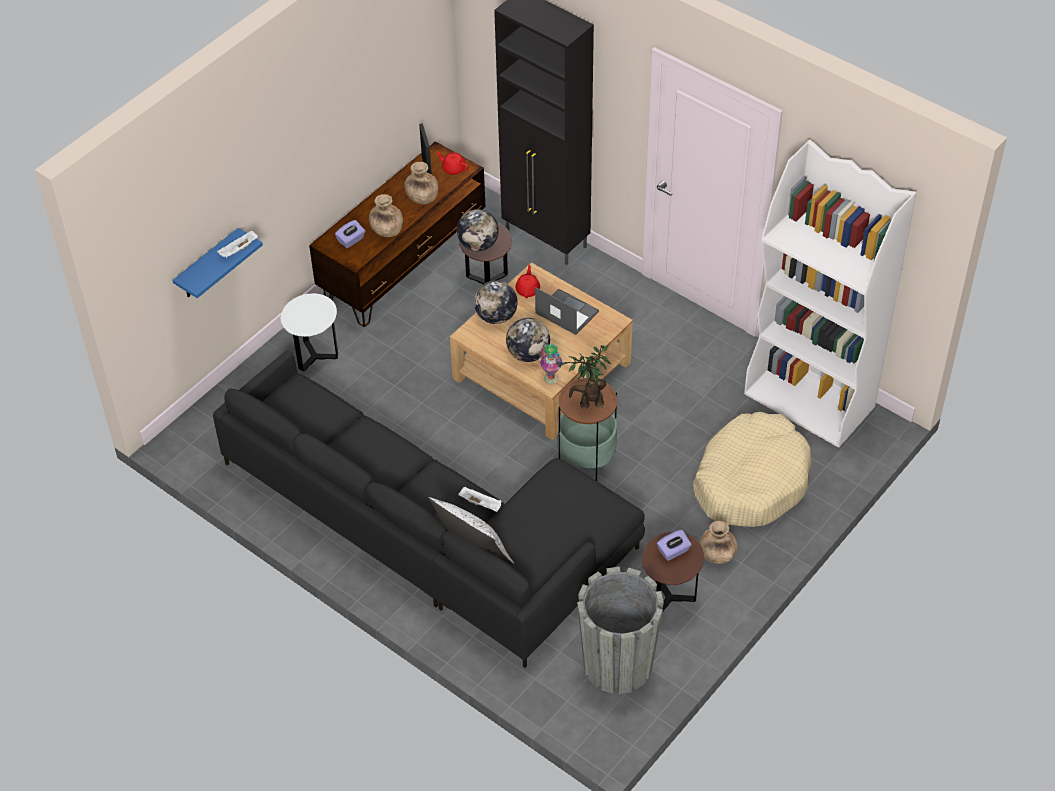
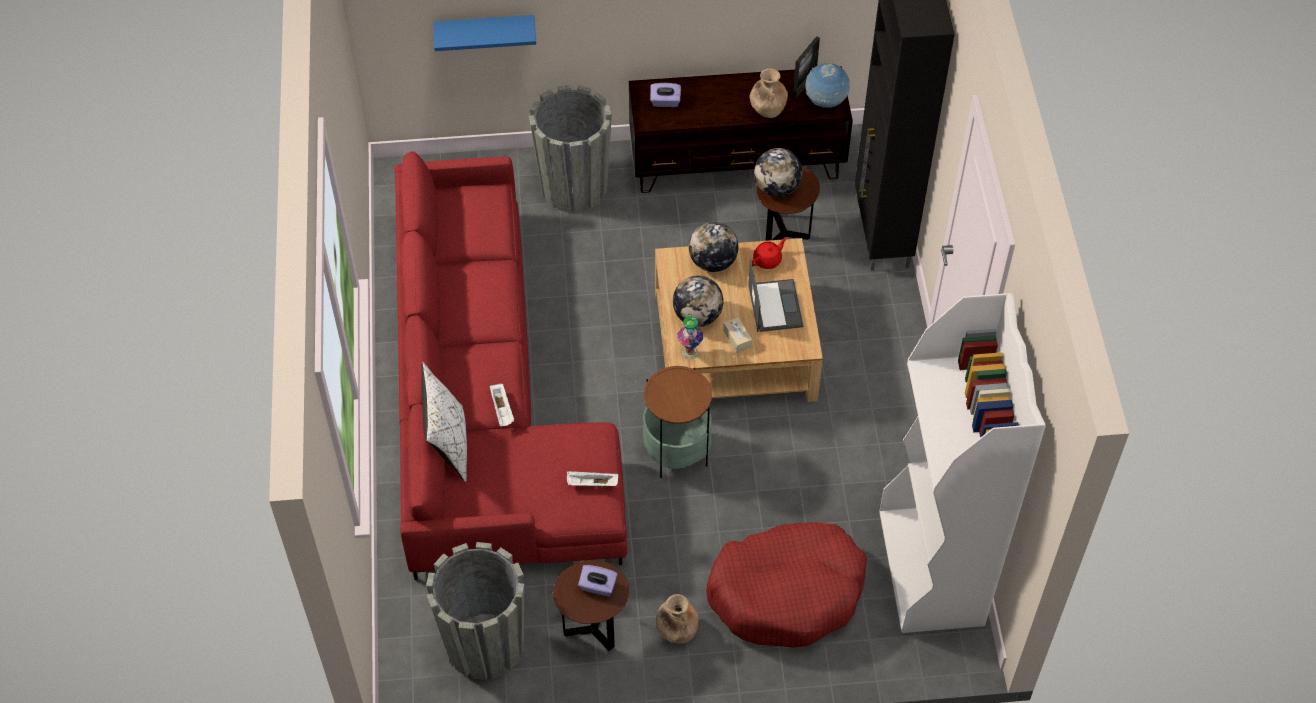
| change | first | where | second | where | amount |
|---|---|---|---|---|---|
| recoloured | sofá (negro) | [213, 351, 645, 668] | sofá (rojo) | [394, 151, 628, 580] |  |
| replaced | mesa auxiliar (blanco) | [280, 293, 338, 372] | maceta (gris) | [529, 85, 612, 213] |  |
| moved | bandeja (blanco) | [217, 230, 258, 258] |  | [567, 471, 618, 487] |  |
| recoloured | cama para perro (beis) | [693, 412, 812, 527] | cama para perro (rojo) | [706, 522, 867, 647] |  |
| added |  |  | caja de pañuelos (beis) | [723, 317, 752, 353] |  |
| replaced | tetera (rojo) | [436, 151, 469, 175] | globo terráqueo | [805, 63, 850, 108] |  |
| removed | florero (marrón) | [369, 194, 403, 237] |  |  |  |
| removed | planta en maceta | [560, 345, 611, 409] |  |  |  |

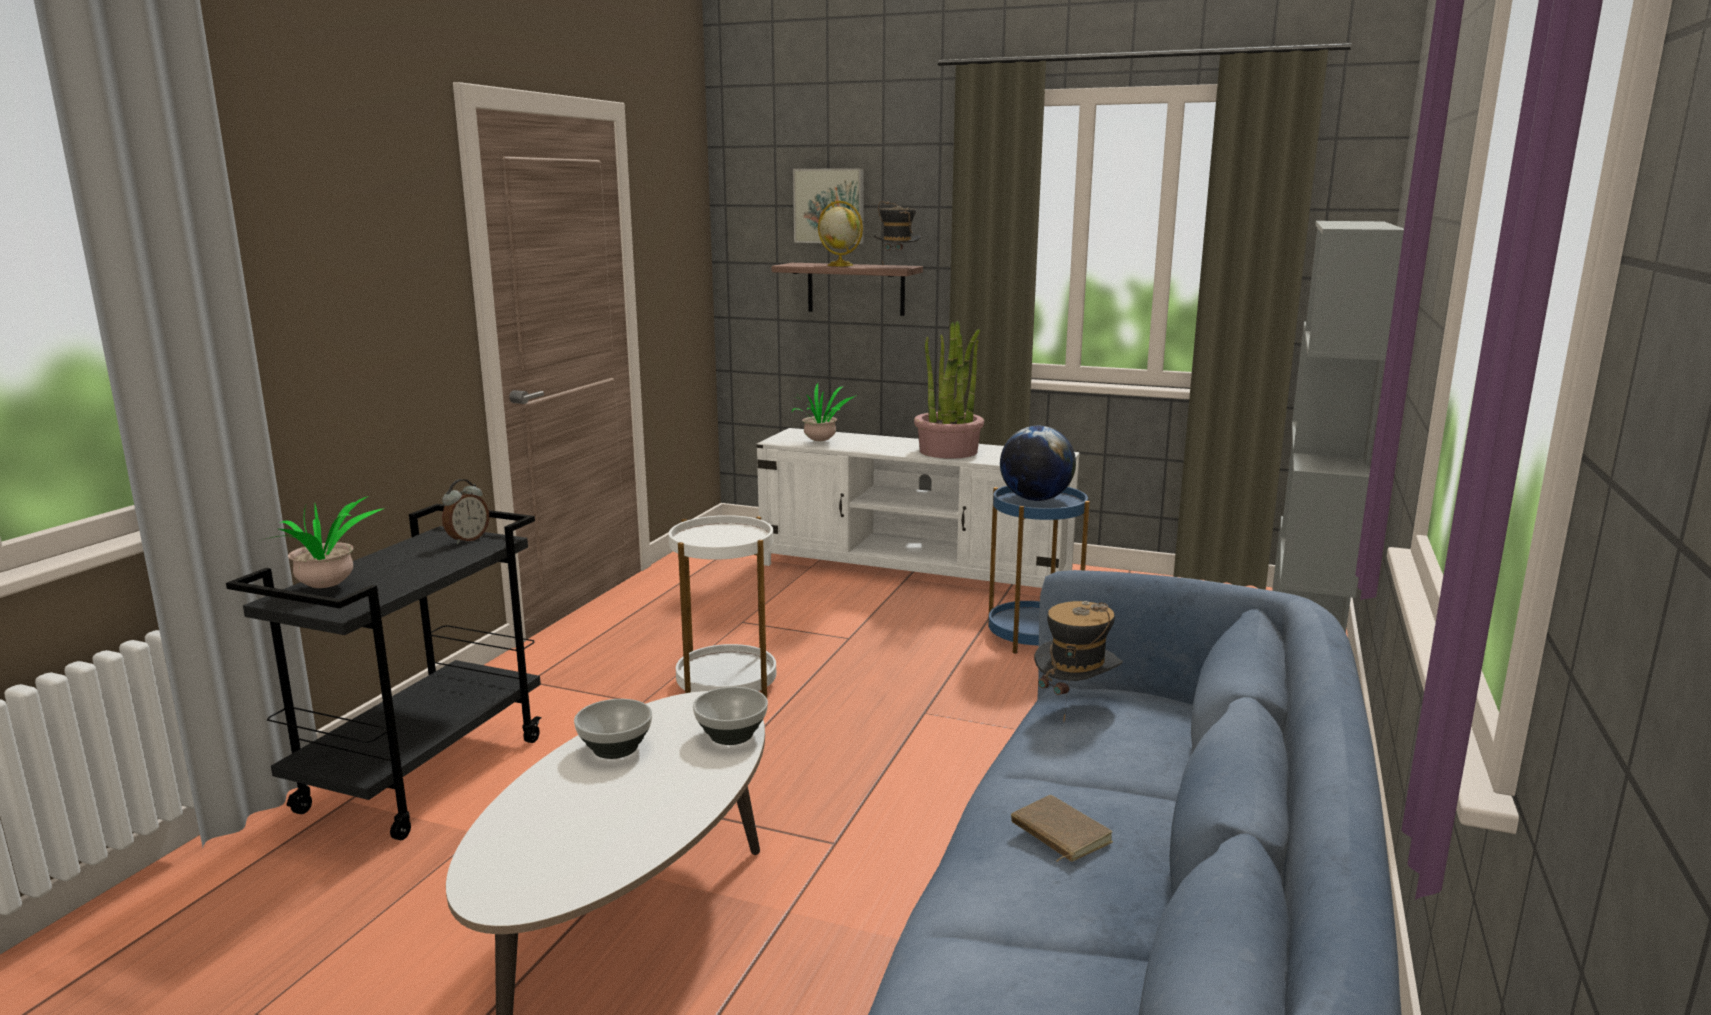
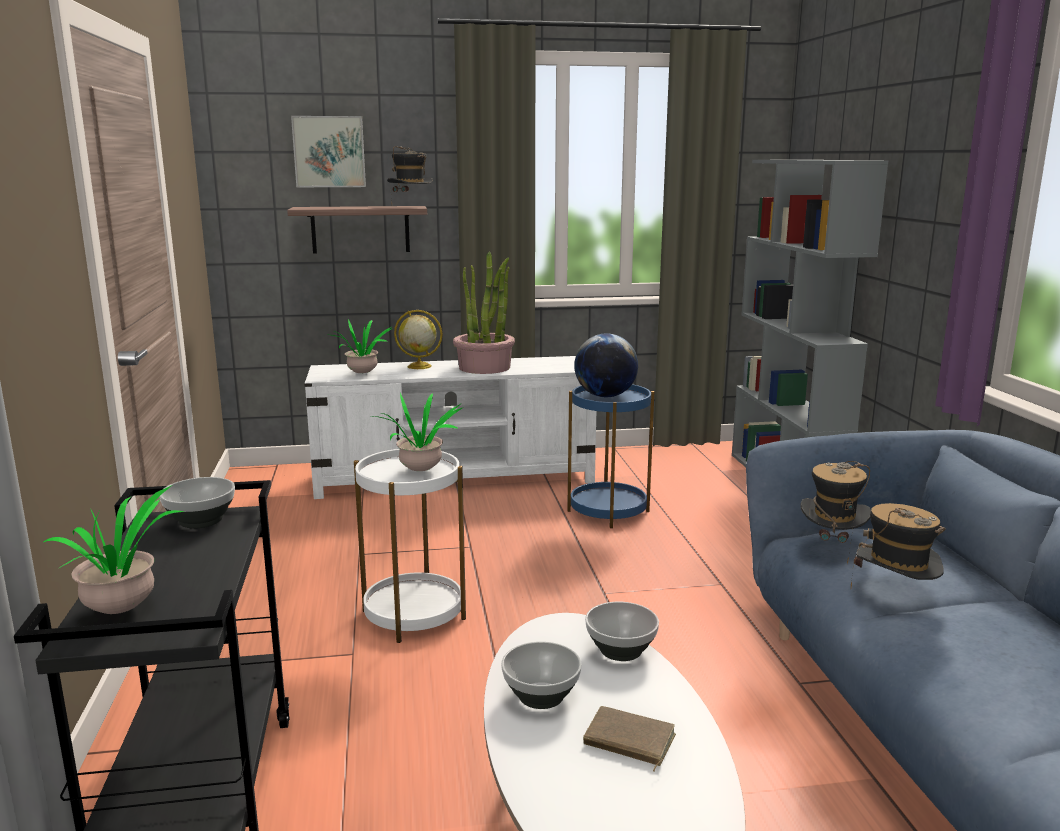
| change | first | where | second | where | amount |
|---|---|---|---|---|---|
| replaced | despertador | [442, 479, 489, 544] | cuenco | [160, 477, 235, 529] |  |
| added |  |  | planta en maceta | [374, 393, 464, 471] |  |
| moved | globo terráqueo | [818, 201, 863, 266] |  | [394, 310, 442, 369] |  |
| moved | libro (marrón) | [1011, 795, 1113, 862] |  | [583, 706, 676, 771] |  |
| added |  |  | sombrero | [851, 503, 946, 588] |  |

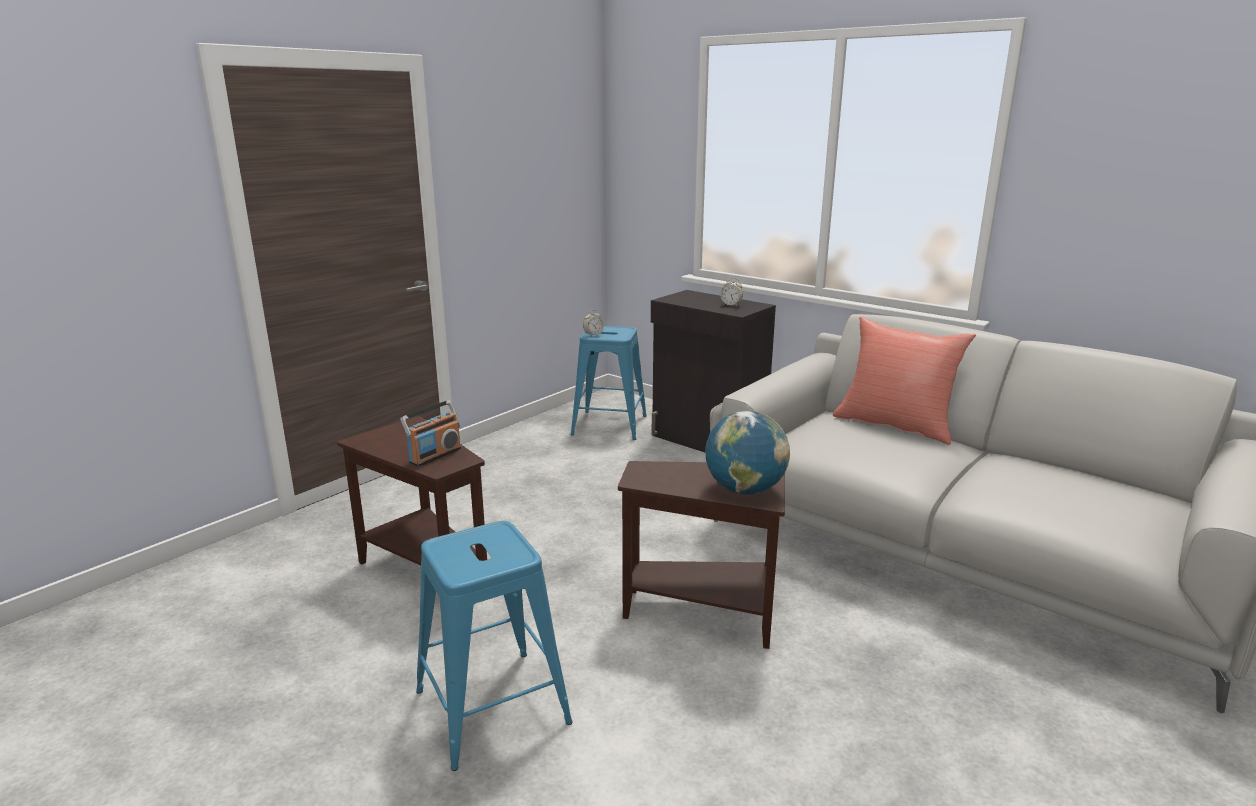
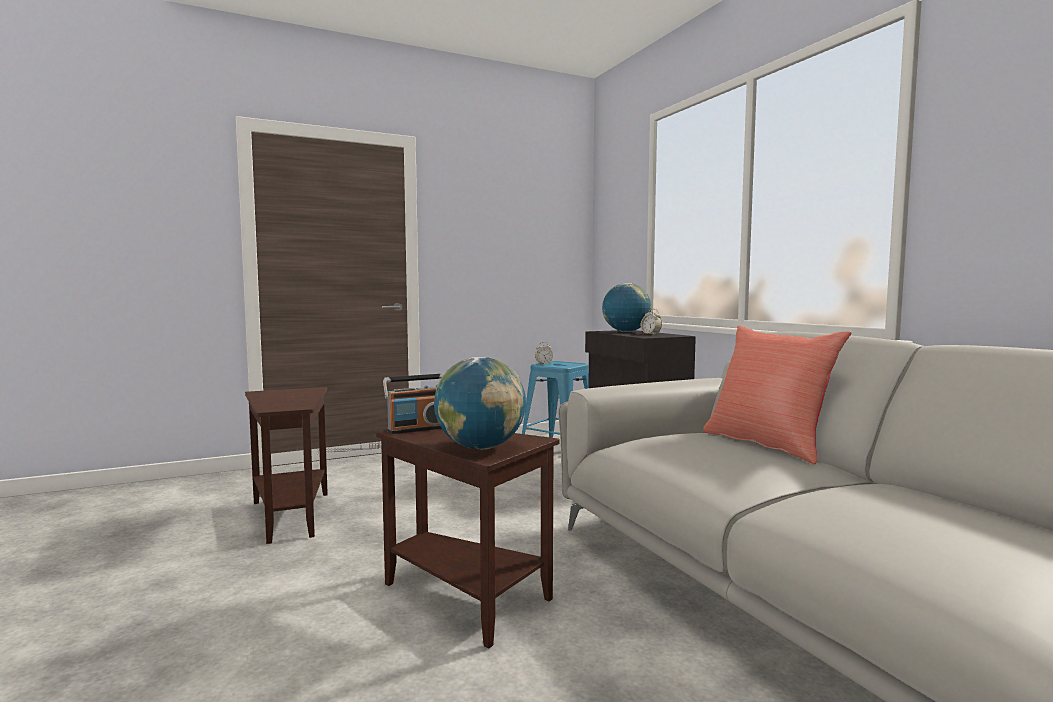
| change | first | where | second | where | amount |
|---|---|---|---|---|---|
| moved | radio | [400, 400, 461, 467] |  | [383, 374, 444, 434] |  |
| added |  |  | globo terráqueo | [602, 283, 651, 332] |  |
| removed | taburete (azul) | [416, 521, 572, 771] |  |  |  |

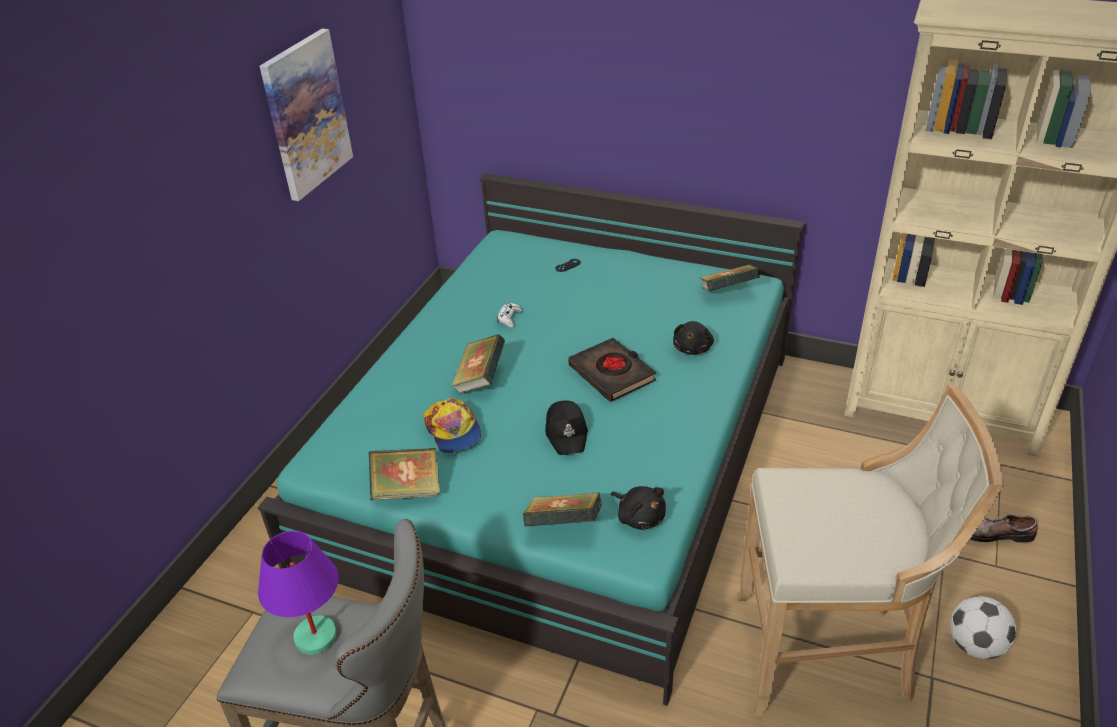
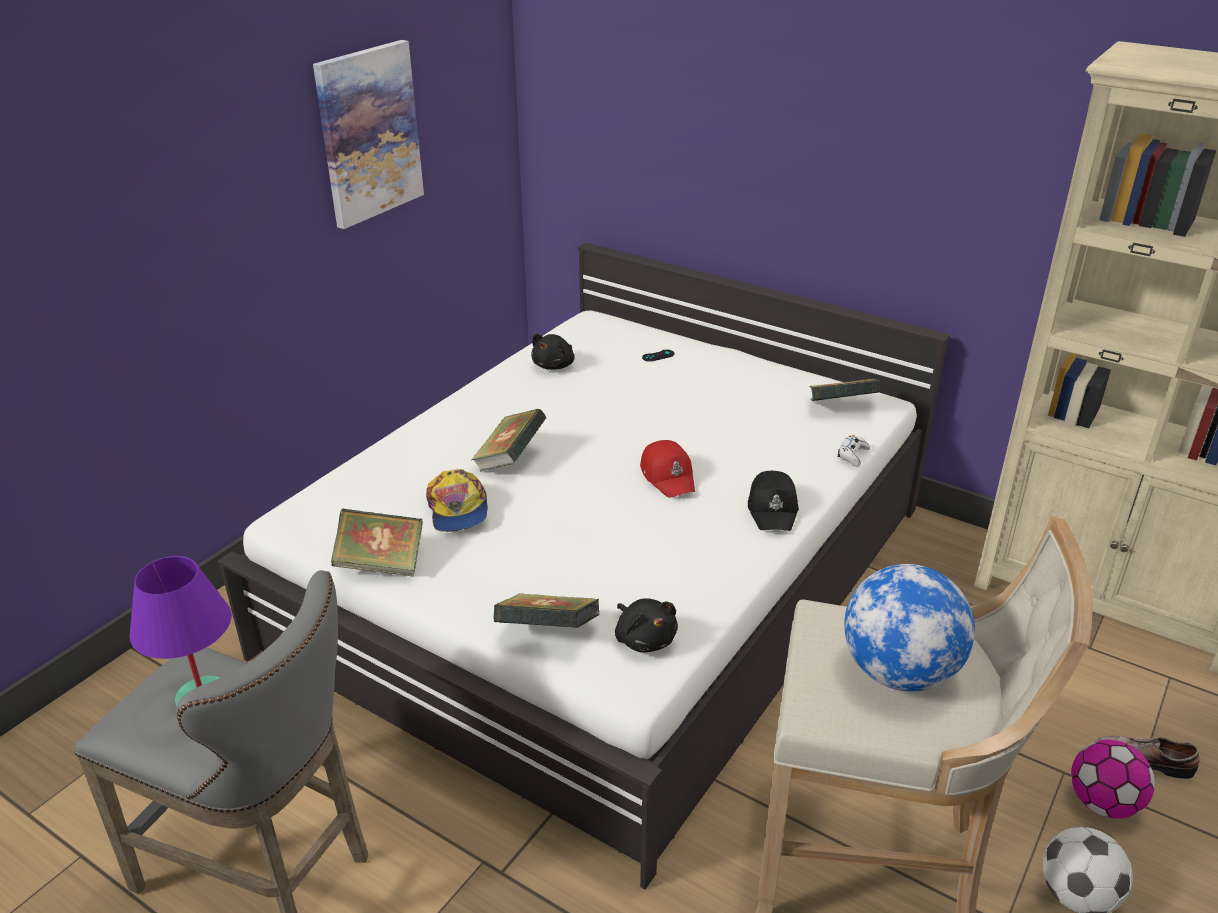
| change | first | where | second | where | amount |
|---|---|---|---|---|---|
| recoloured | cama (turquesa) | [258, 173, 805, 706] | cama (blanco) | [218, 242, 950, 889] |  |
| moved | peluche (negro) | [673, 321, 714, 355] |  | [531, 334, 575, 370] |  |
| replaced | libro (negro) | [569, 338, 656, 402] | gorra (rojo) | [640, 440, 695, 498] |  |
| moved | gorra (negro) | [545, 400, 588, 455] |  | [748, 471, 799, 531] |  |
| moved | mando de consola (blanco) | [497, 303, 522, 328] |  | [838, 435, 870, 467] |  |
| added |  |  | globo terráqueo | [844, 564, 975, 692] |  |
| added |  |  | balón de fútbol | [1071, 740, 1155, 819] |  |

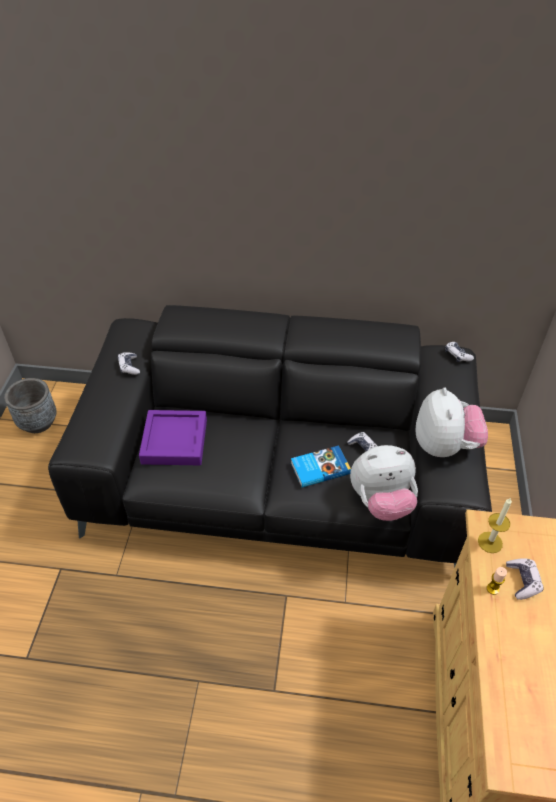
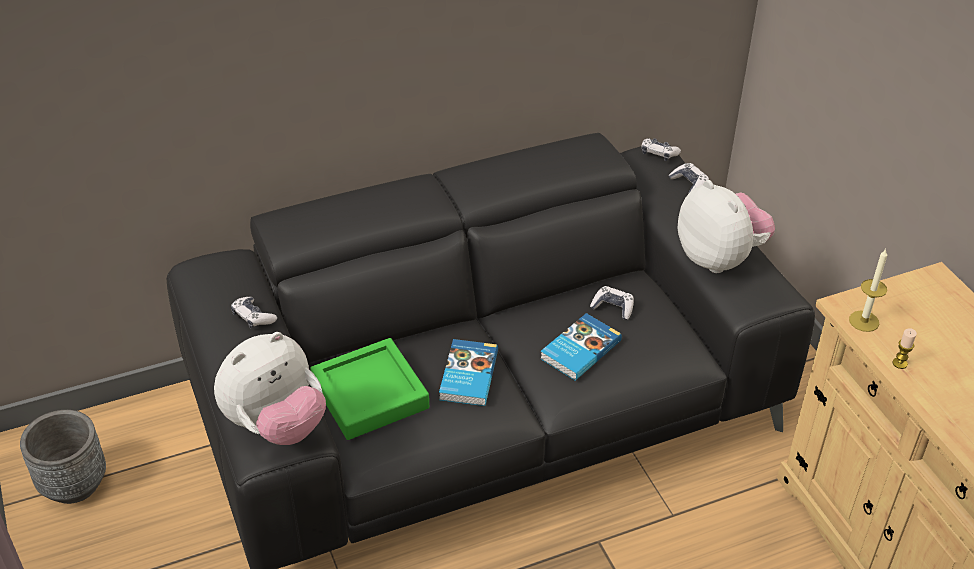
| change | first | where | second | where | amount |
|---|---|---|---|---|---|
| moved | peluche | [350, 445, 418, 521] |  | [214, 332, 326, 445] |  |
| recoloured | bandeja (morado) | [139, 410, 207, 465] | bandeja (verde) | [310, 338, 429, 440] |  |
| added |  |  | libro | [439, 339, 498, 406] |  |
| moved | mando de consola | [506, 558, 543, 600] |  | [669, 163, 709, 193] |  |

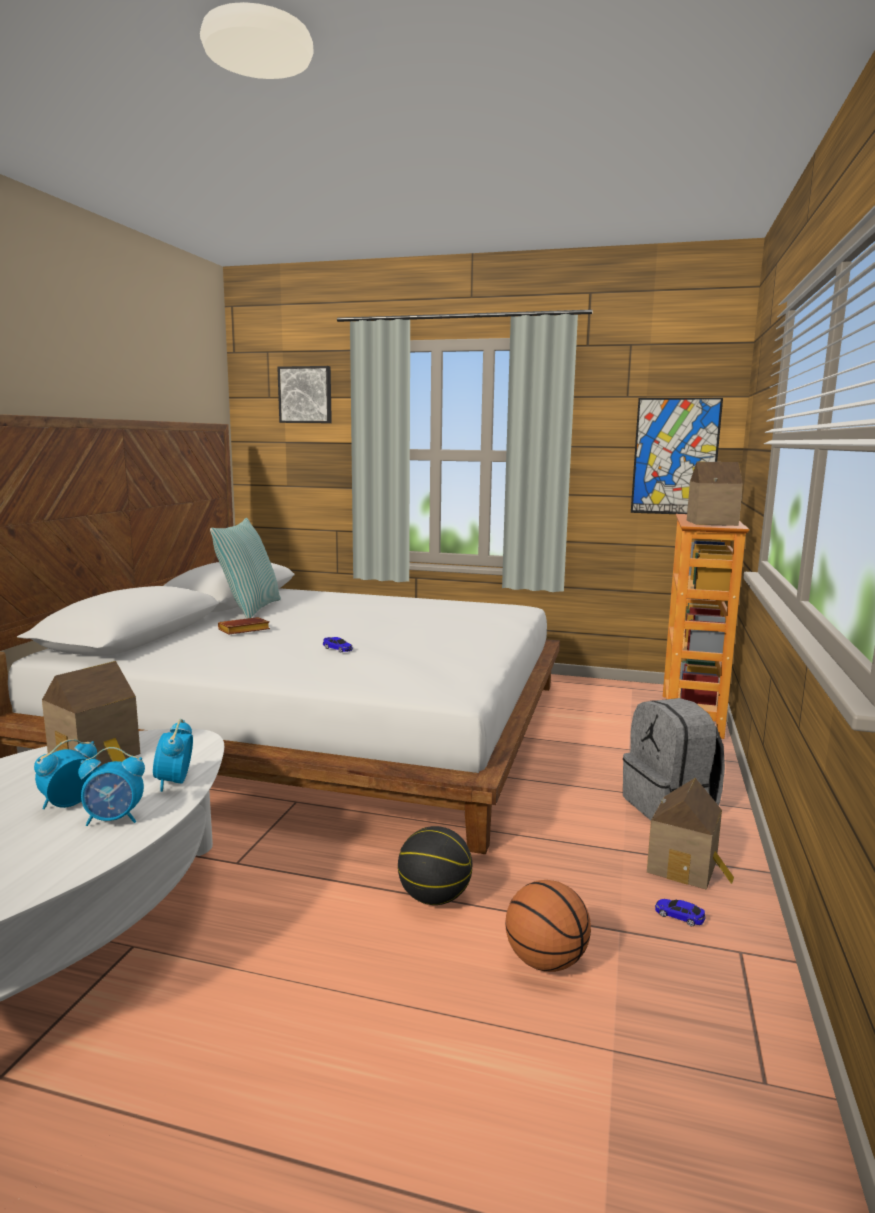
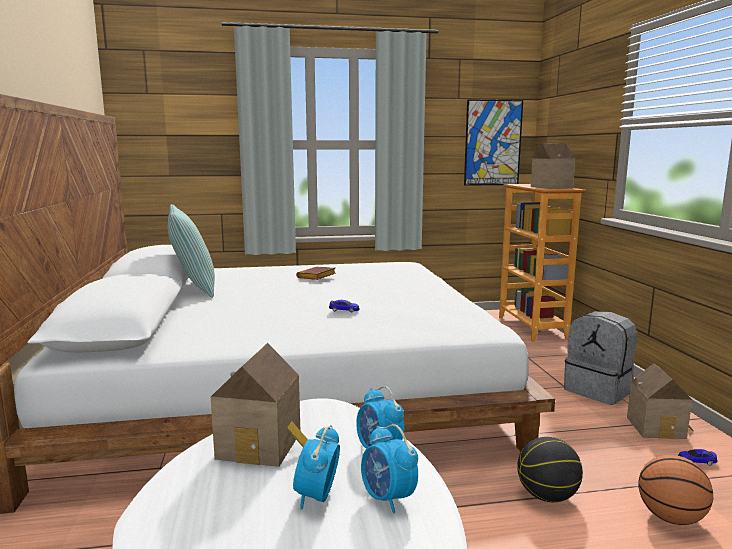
| change | first | where | second | where | amount |
|---|---|---|---|---|---|
| moved | libro (marrón) | [218, 617, 270, 635] |  | [296, 267, 336, 280] |  |
| turned | despertador | [78, 747, 145, 826] |  | [361, 424, 418, 514] | 90 degrees clockwise |
| removed | cuadro | [277, 366, 332, 423] |  |  |  |

